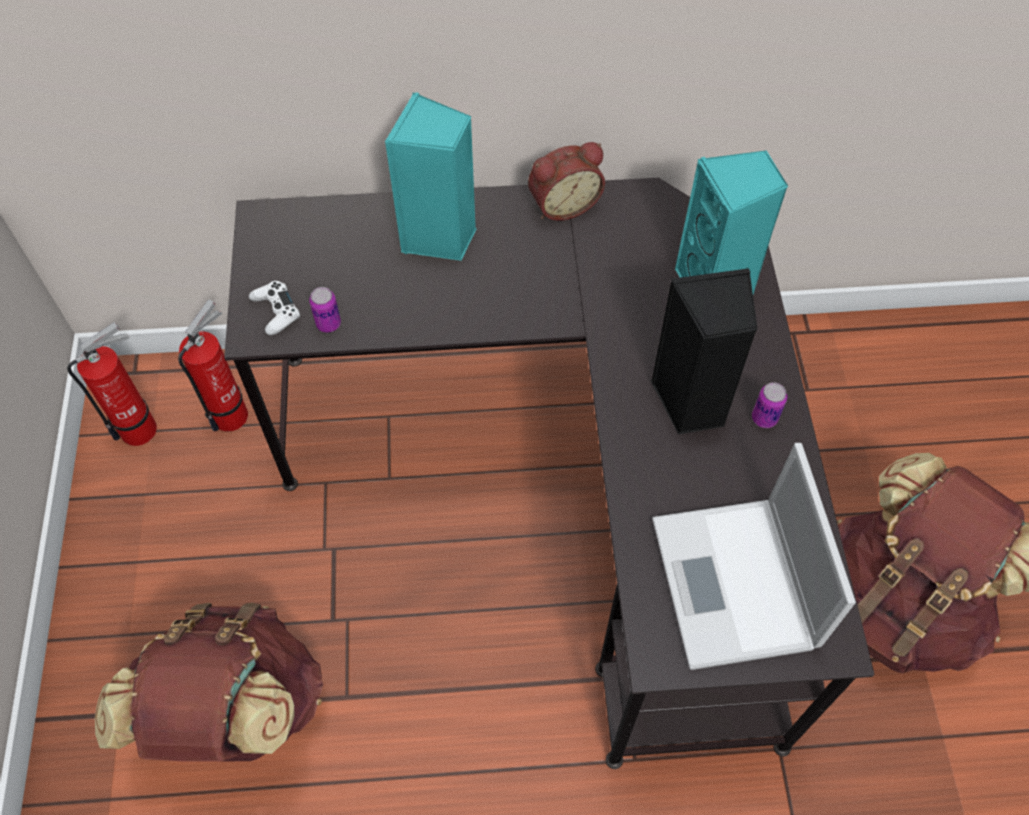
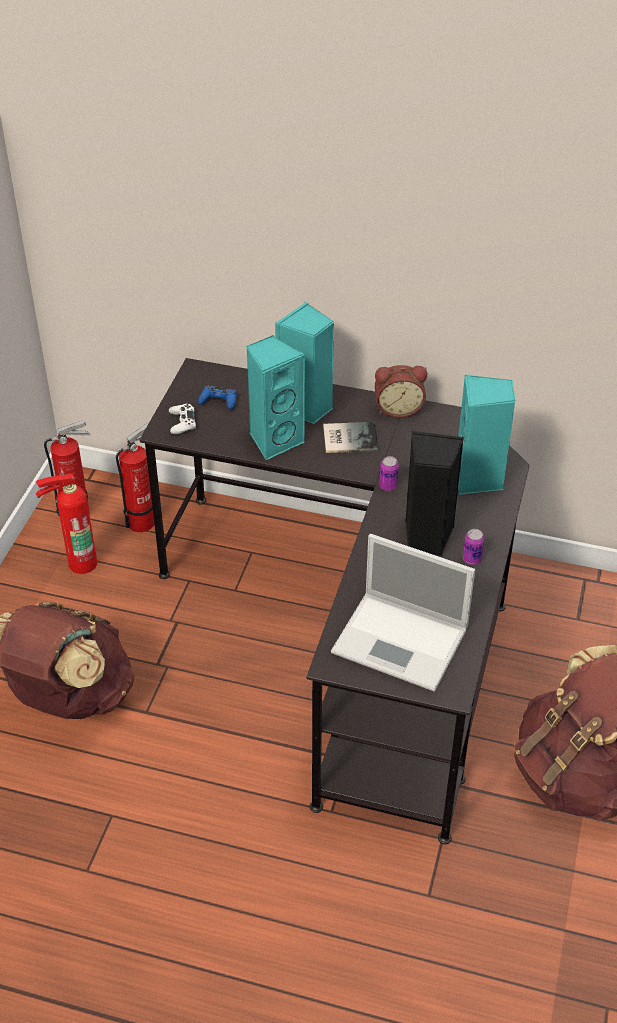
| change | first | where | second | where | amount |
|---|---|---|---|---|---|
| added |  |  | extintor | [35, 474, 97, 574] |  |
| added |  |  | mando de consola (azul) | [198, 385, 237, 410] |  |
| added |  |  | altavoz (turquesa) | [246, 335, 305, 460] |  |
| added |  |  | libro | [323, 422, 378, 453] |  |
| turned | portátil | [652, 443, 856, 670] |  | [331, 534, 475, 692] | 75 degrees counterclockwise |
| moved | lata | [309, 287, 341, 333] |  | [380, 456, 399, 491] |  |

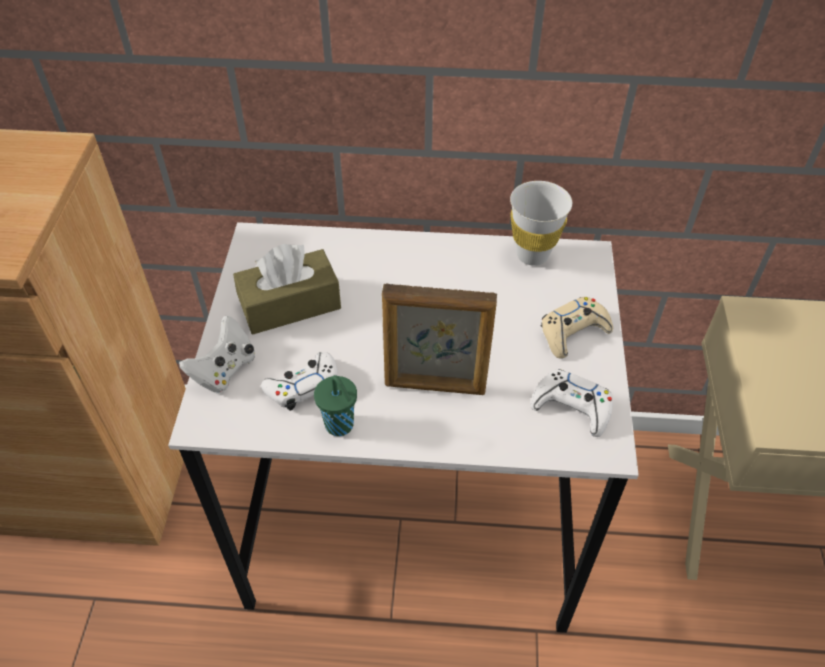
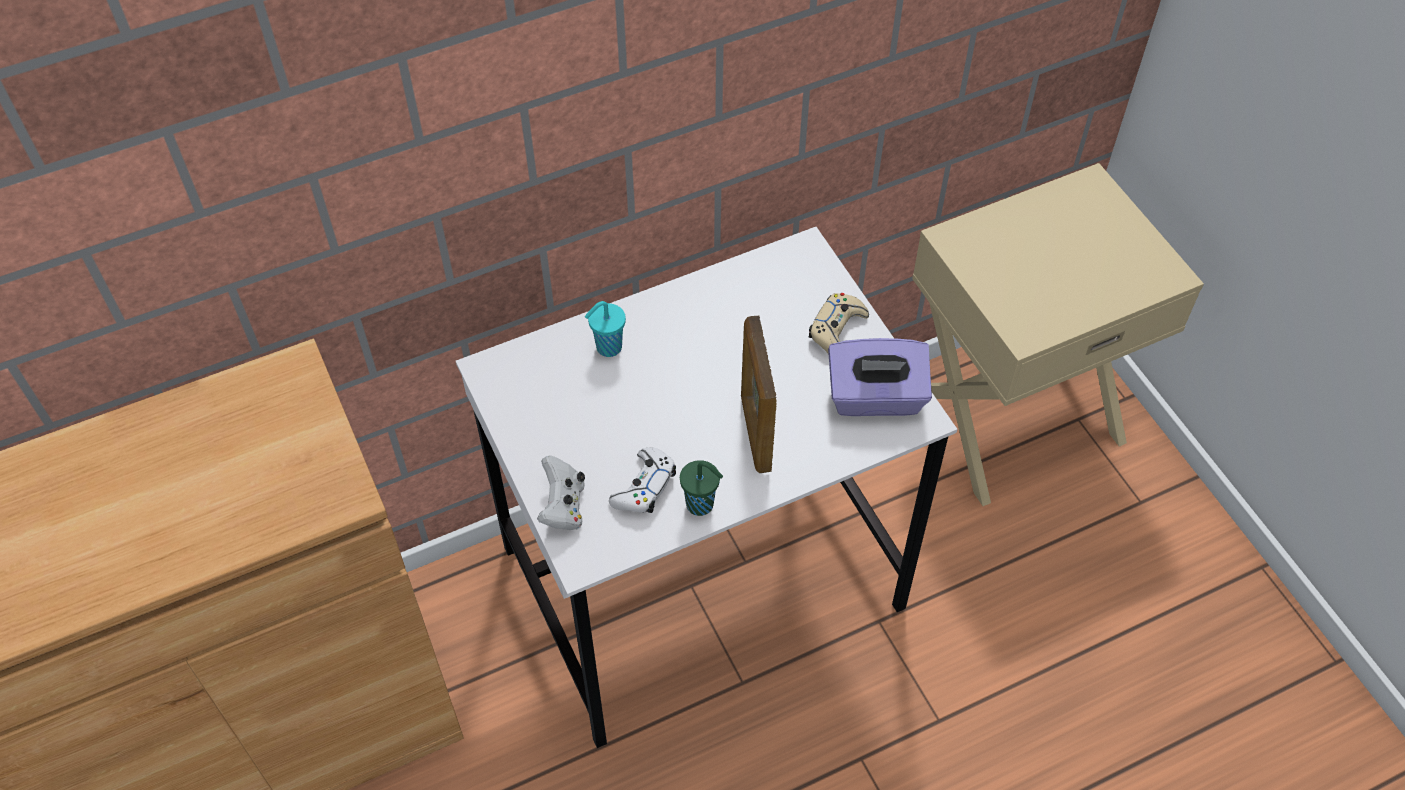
| change | first | where | second | where | amount |
|---|---|---|---|---|---|
| added |  |  | taza (turquesa) | [585, 301, 626, 357] |  |
| turned | portarretratos | [382, 283, 497, 395] |  | [741, 316, 777, 473] | 105 degrees clockwise |
| replaced | mando de consola (blanco) | [530, 369, 613, 437] | caja de pañuelos (morado) | [828, 338, 932, 416] |  |
| removed | caja de pañuelos (marrón) | [233, 244, 341, 334] |  |  |  |
| removed | taza (blanco) | [510, 181, 572, 266] |  |  |  |

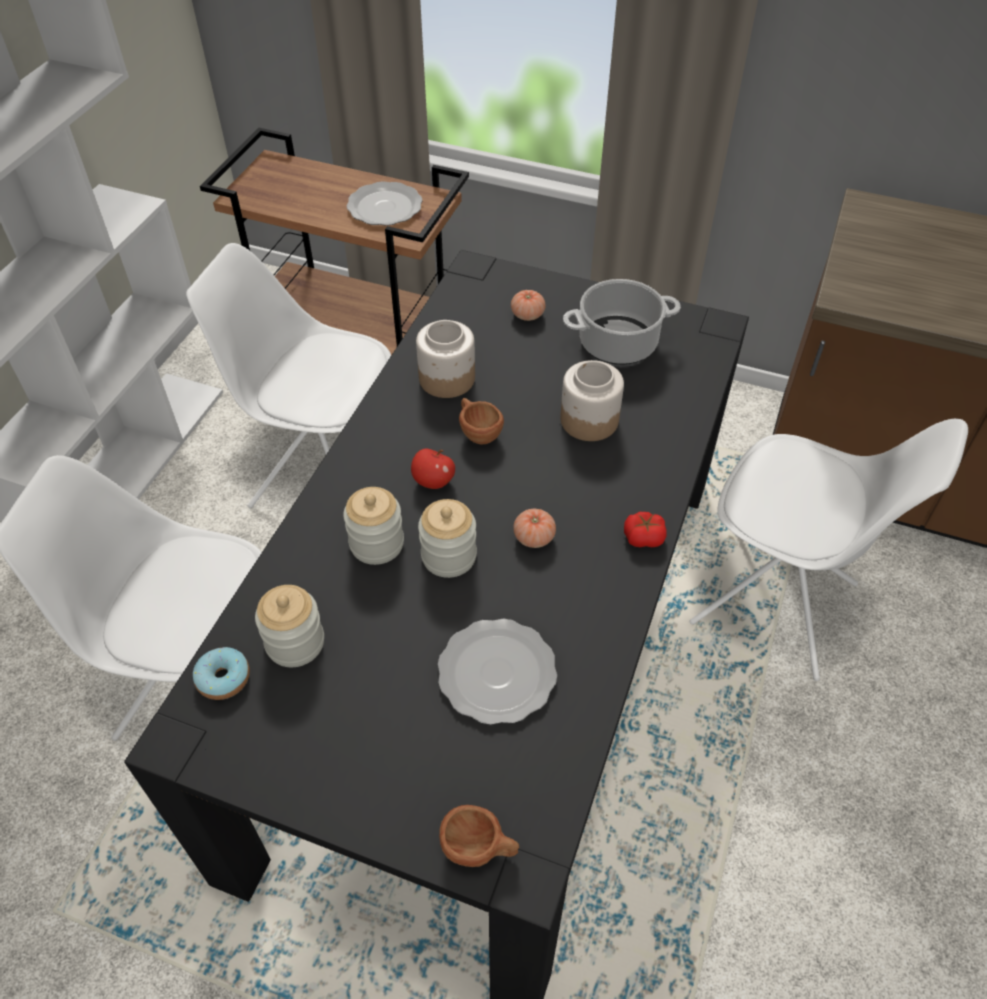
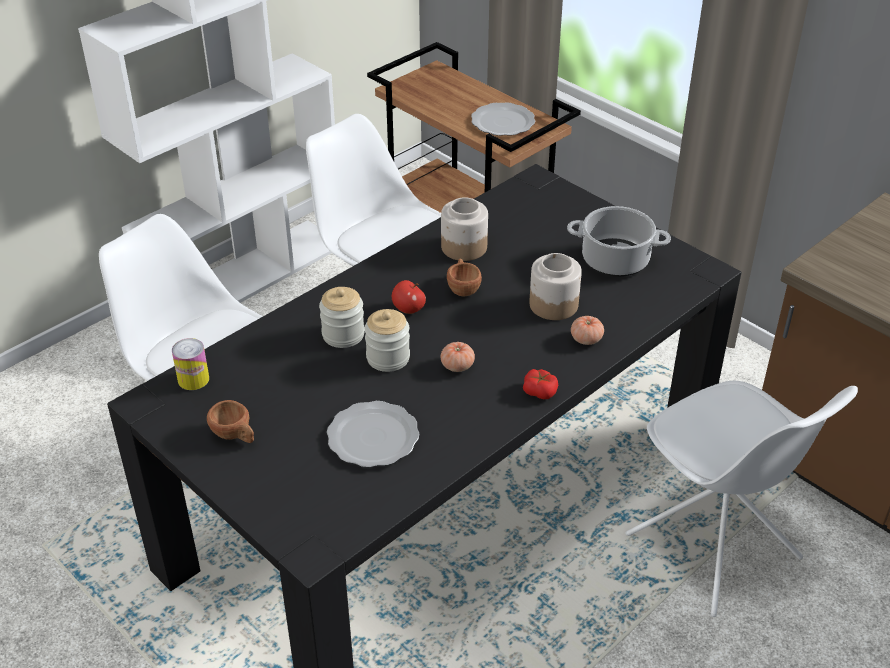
| change | first | where | second | where | amount |
|---|---|---|---|---|---|
| replaced | rosquilla | [193, 647, 250, 700] | lata | [172, 338, 209, 390] |  |
| moved | taza (marrón) | [439, 805, 519, 867] |  | [207, 400, 254, 443] |  |
| moved | tomate | [511, 290, 546, 321] |  | [571, 316, 604, 345] |  |
| removed | tarro | [255, 585, 324, 667] |  |  |  |

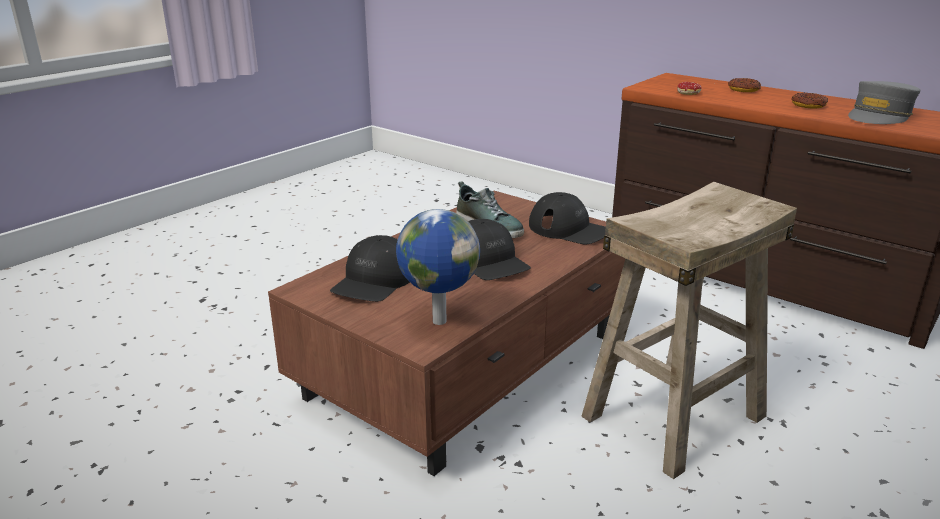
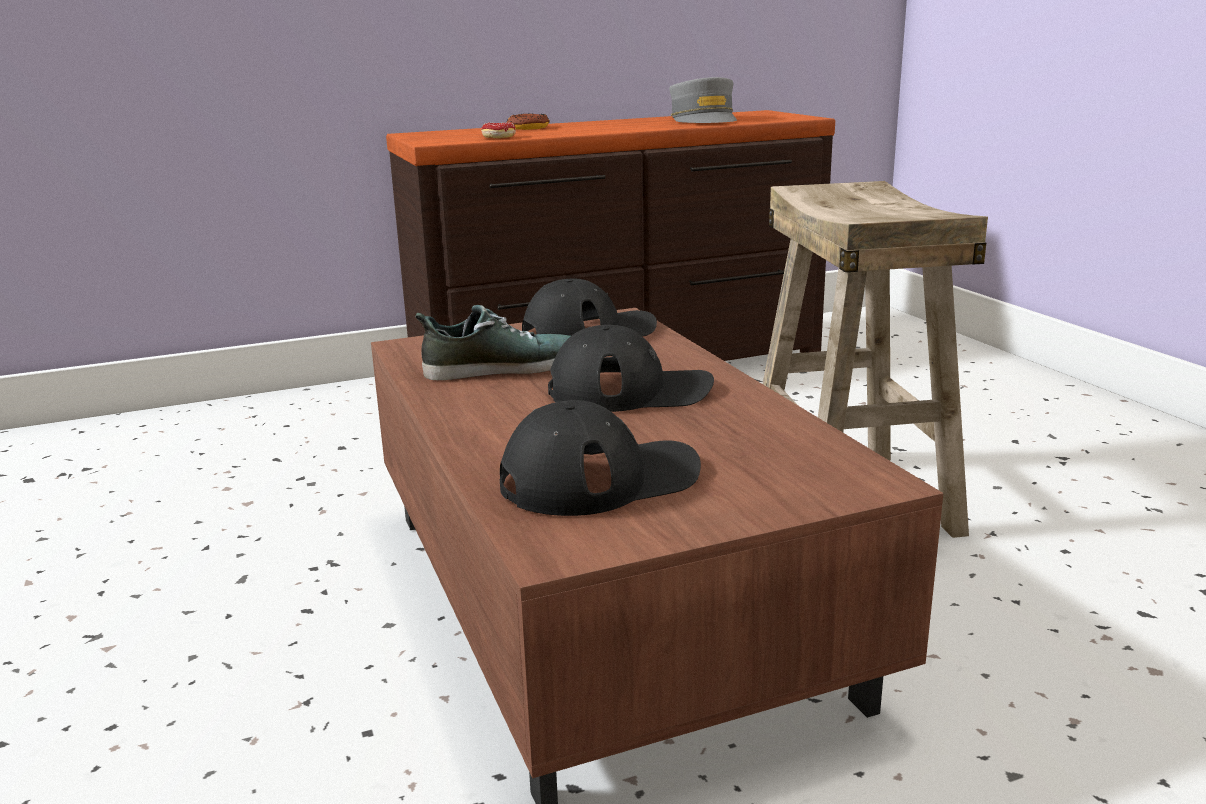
| change | first | where | second | where | amount |
|---|---|---|---|---|---|
| turned | gorra (negro) | [330, 235, 410, 302] |  | [500, 400, 701, 516] | 75 degrees counterclockwise |
| removed | globo terráqueo | [396, 209, 480, 325] |  |  |  |
| removed | rosquilla | [791, 92, 828, 109] |  |  |  |

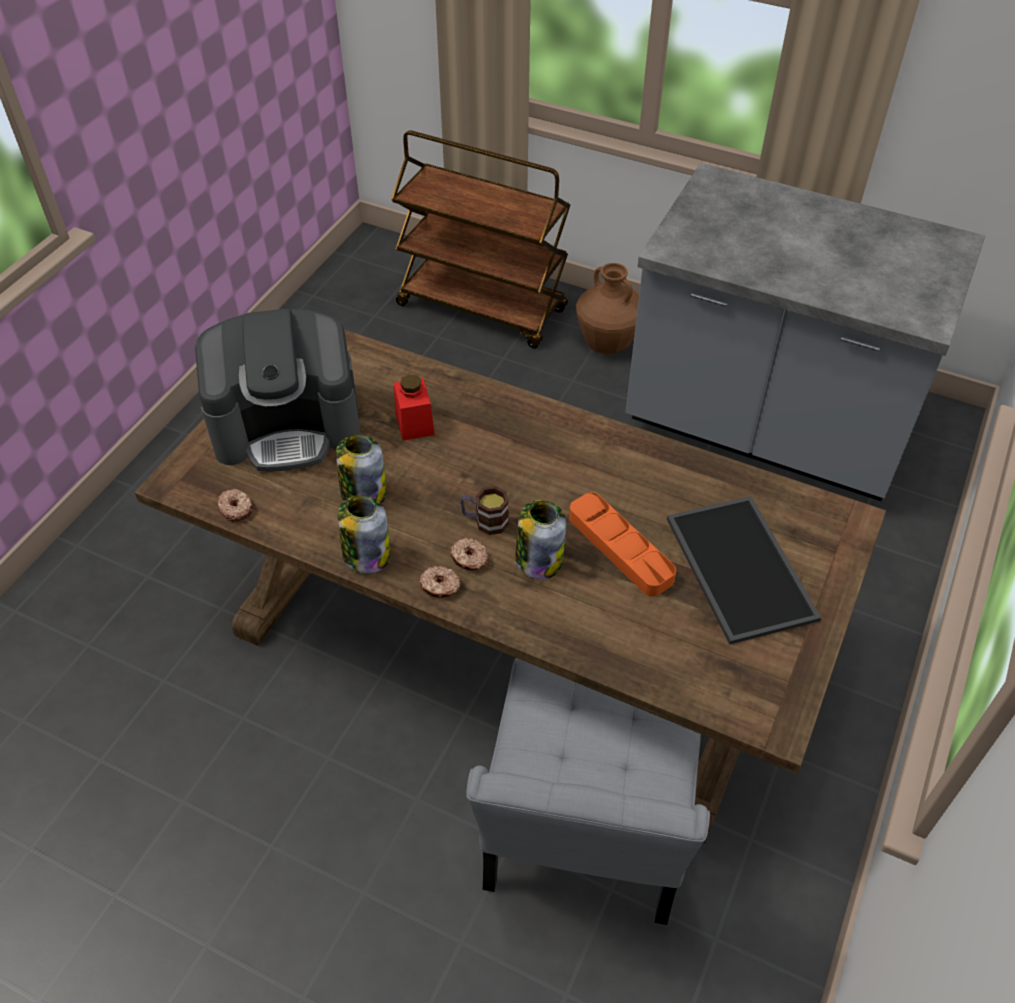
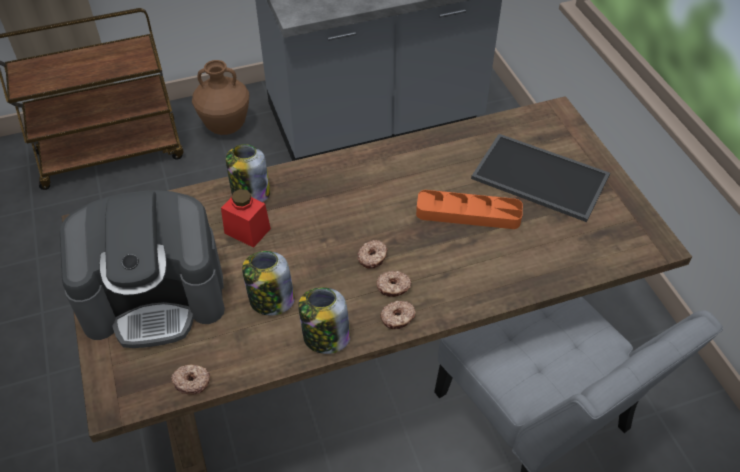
| change | first | where | second | where | amount |
|---|---|---|---|---|---|
| turned | cafetera | [195, 308, 361, 472] |  | [60, 190, 225, 348] | 45 degrees clockwise |
| moved | tarro | [515, 500, 566, 580] |  | [226, 144, 270, 202] |  |
| replaced | taza grande | [461, 486, 509, 535] | rosquilla | [357, 240, 388, 269] |  |

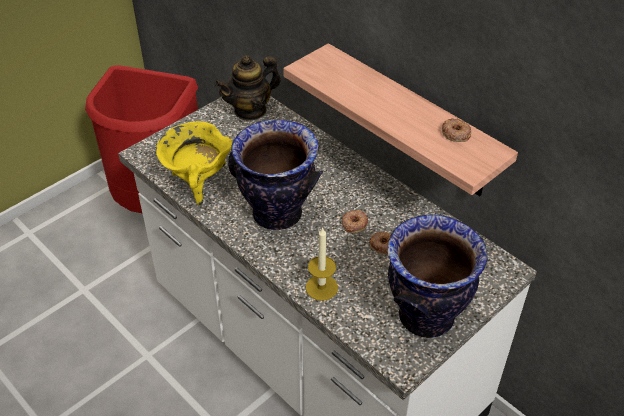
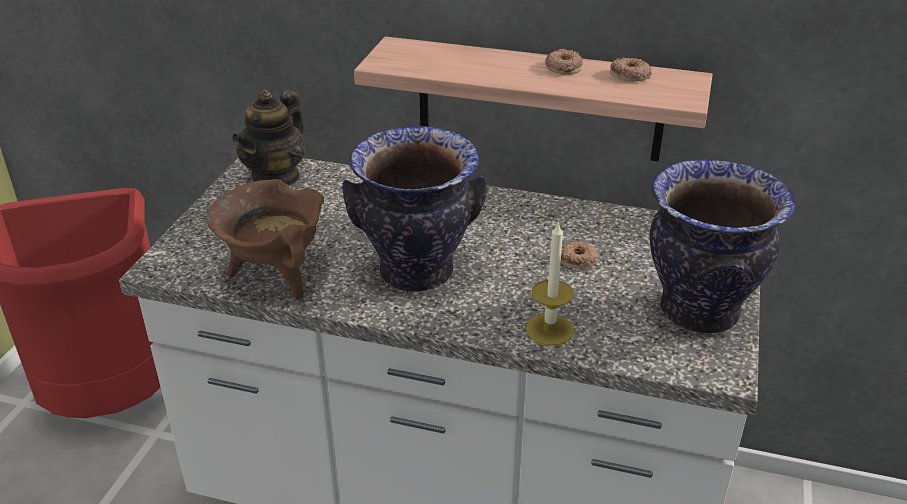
| change | first | where | second | where | amount |
|---|---|---|---|---|---|
| recoloured | olla (amarillo) | [156, 121, 233, 206] | olla (marrón) | [206, 179, 324, 300] |  |
| moved | rosquilla | [342, 210, 368, 233] |  | [545, 49, 583, 75] |  |

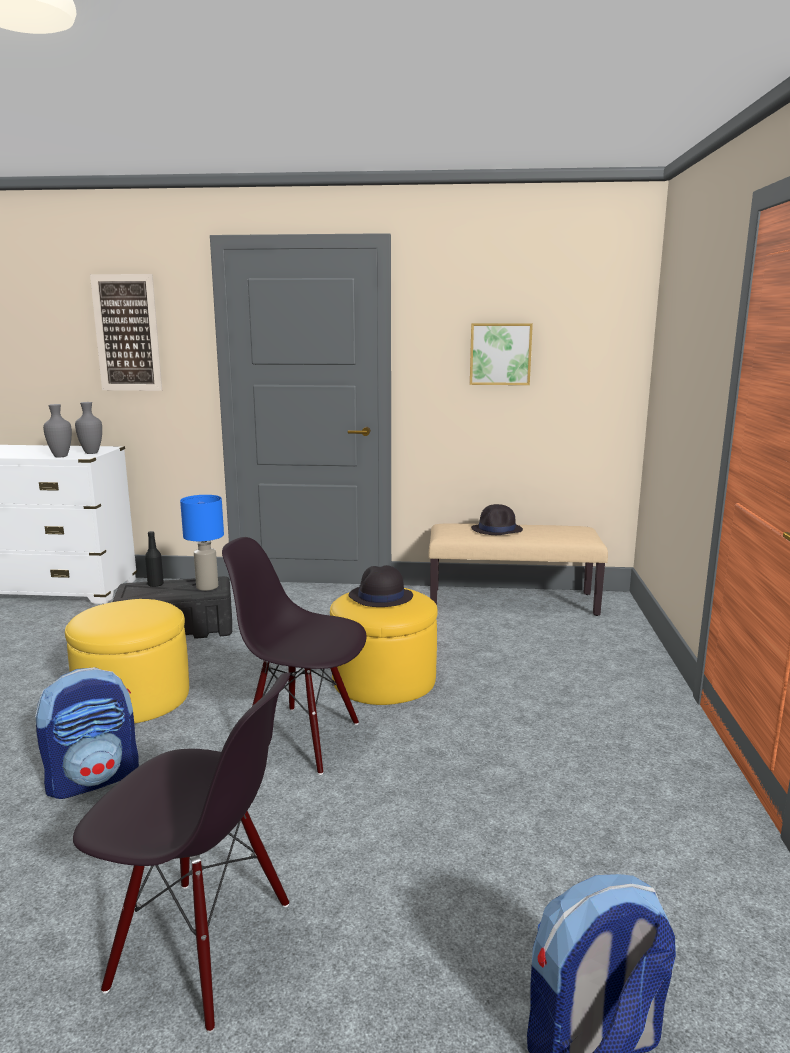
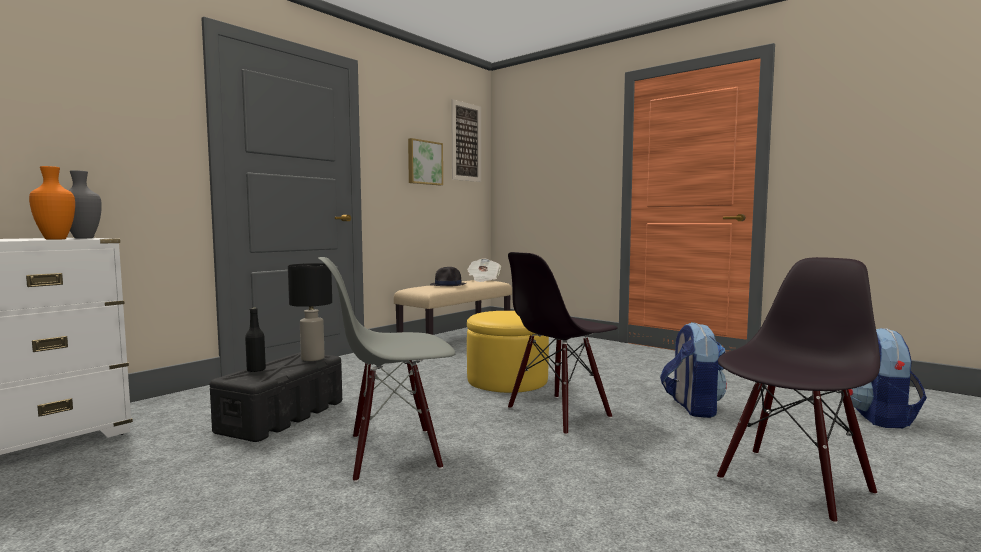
| change | first | where | second | where | amount |
|---|---|---|---|---|---|
| recoloured | florero (gris) | [43, 404, 72, 458] | florero (naranja) | [29, 166, 75, 240] |  |
| recoloured | lámpara de mesa (azul) | [180, 495, 224, 591] | lámpara de mesa (negro) | [288, 263, 332, 361] |  |
| replaced | puf (amarillo) | [65, 599, 189, 723] | silla (gris) | [318, 257, 456, 482] |  |
| moved | cuadro | [90, 274, 162, 391] |  | [451, 99, 481, 182] |  |
| added |  |  | periódico | [467, 258, 501, 282] |  |
| moved | mochila | [35, 667, 139, 799] |  | [660, 322, 727, 418] |  |
| removed | sombrero (negro) | [349, 565, 413, 607] |  |  |  |

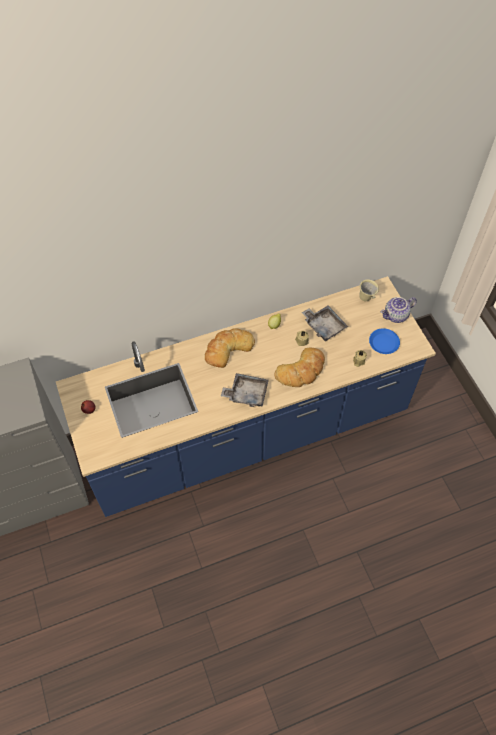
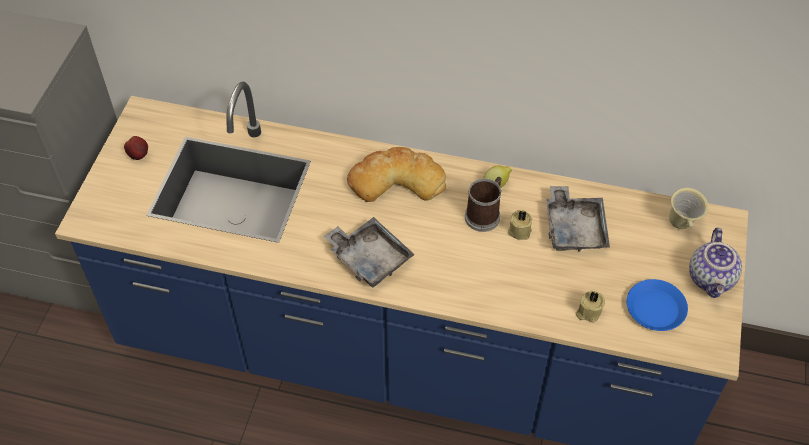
| change | first | where | second | where | amount |
|---|---|---|---|---|---|
| added |  |  | taza grande | [465, 177, 502, 232] |  |
| turned | tetera | [381, 297, 417, 323] |  | [689, 228, 742, 298] | 90 degrees counterclockwise |
| removed | pan | [275, 348, 325, 387] |  |  |  |

